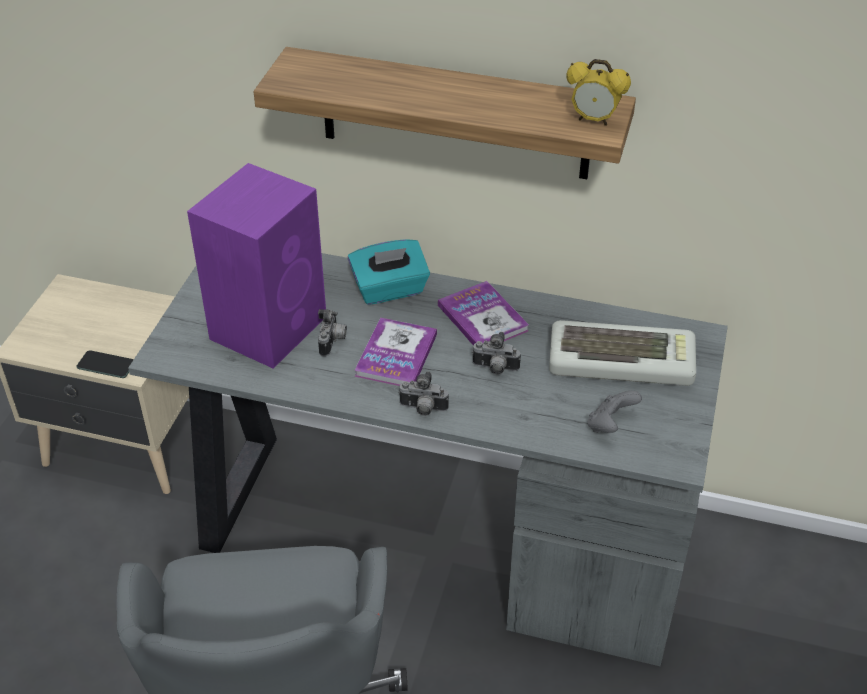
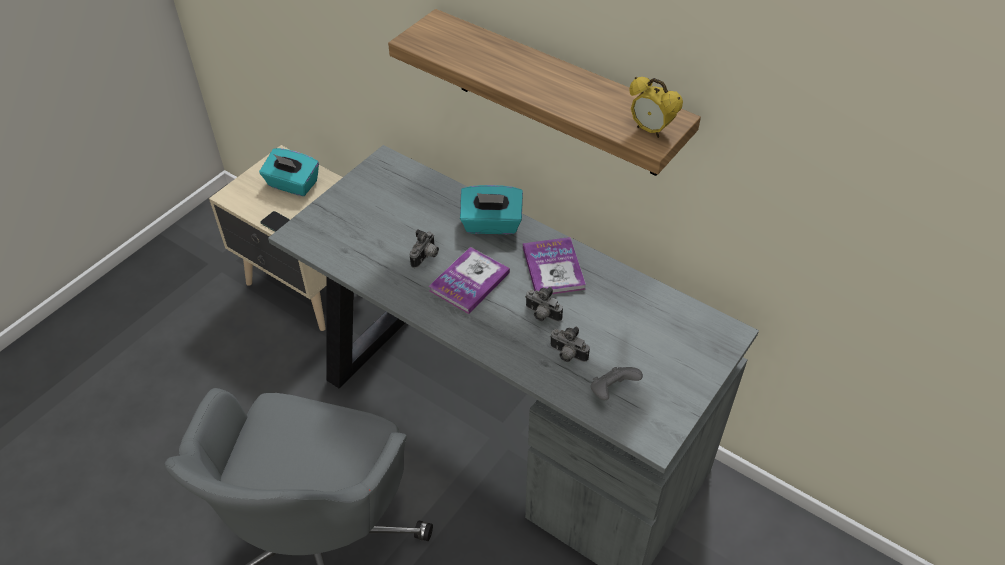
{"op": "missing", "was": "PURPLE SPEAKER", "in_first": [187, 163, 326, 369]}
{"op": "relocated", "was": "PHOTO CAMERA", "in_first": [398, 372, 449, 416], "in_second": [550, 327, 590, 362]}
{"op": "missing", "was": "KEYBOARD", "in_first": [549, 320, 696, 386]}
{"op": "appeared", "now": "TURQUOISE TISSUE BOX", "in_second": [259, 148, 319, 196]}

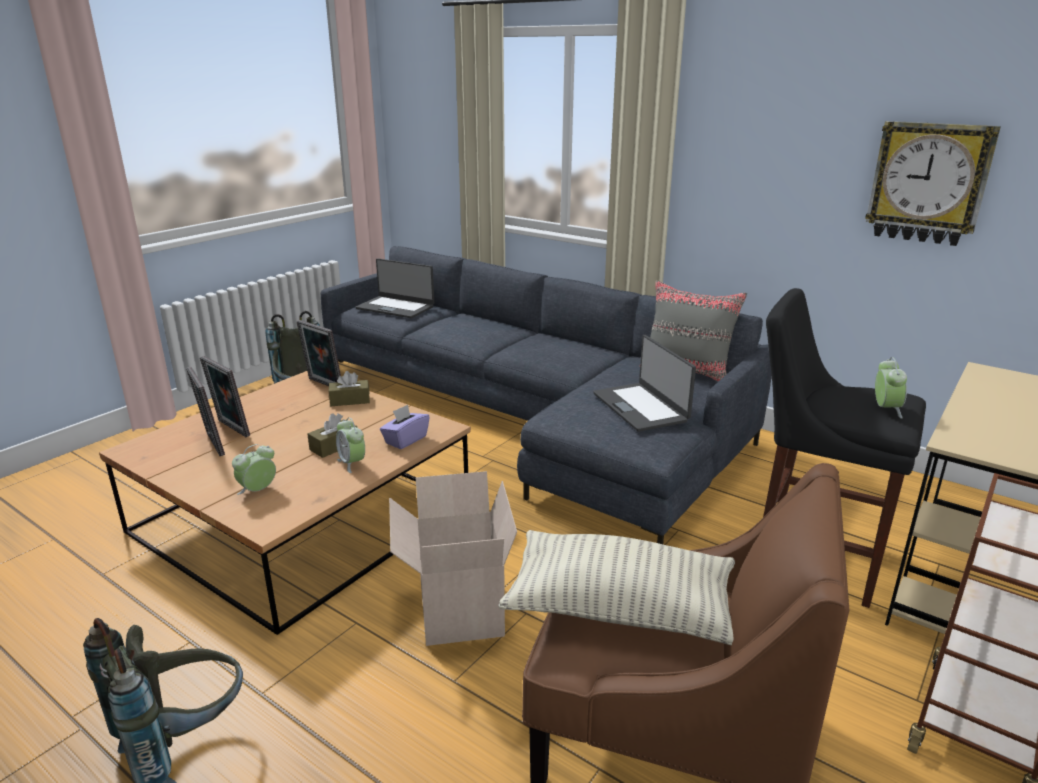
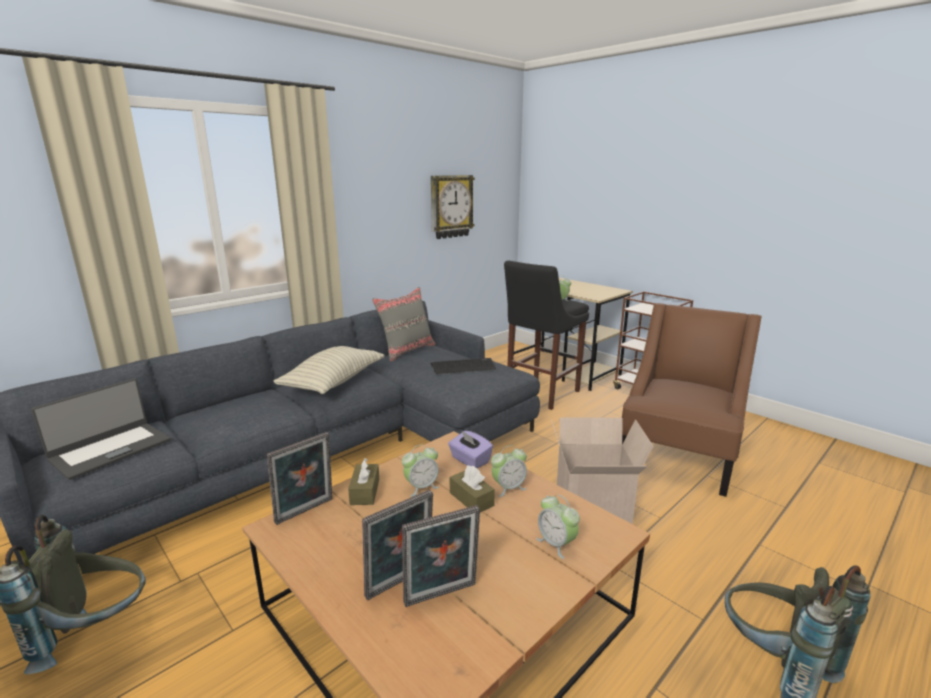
{"op": "relocated", "was": "PILLOW", "in_first": [498, 530, 735, 645], "in_second": [273, 346, 384, 394]}
{"op": "exchanged", "was": "LAPTOP", "now": "KEYBOARD", "in_first": [593, 335, 696, 432], "in_second": [431, 358, 496, 374]}
{"op": "appeared", "now": "ALARM CLOCK", "in_second": [402, 445, 439, 497]}

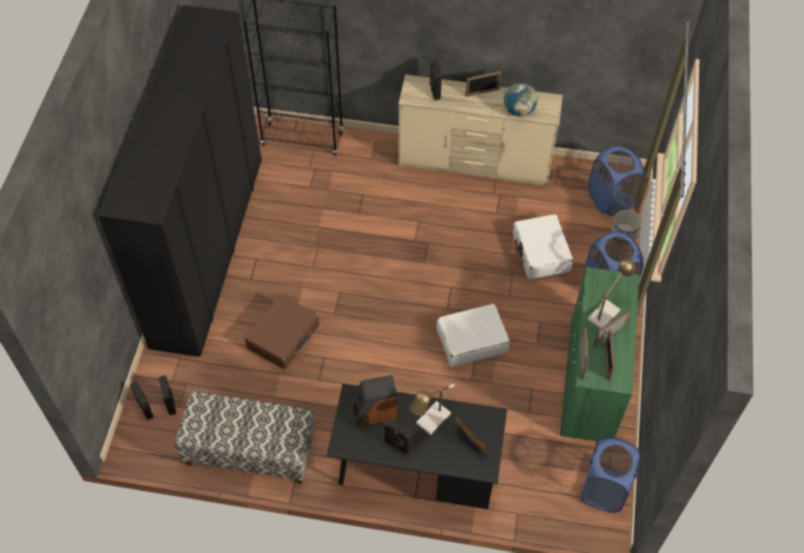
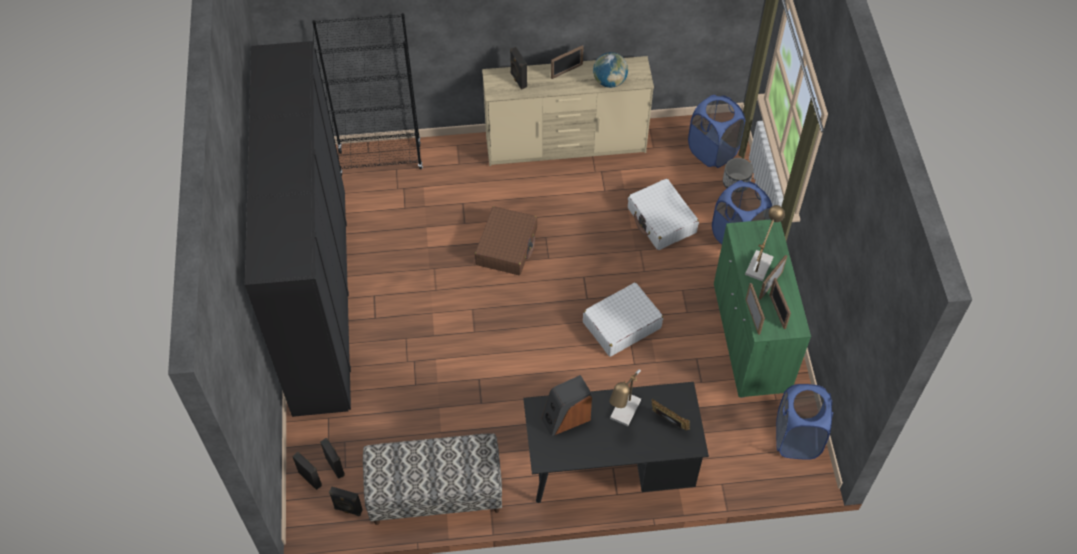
{"op": "relocated", "was": "BROWN SUITCASE", "in_first": [245, 294, 319, 369], "in_second": [475, 206, 537, 275]}
{"op": "relocated", "was": "BLACK SPEAKER", "in_first": [384, 418, 413, 455], "in_second": [329, 487, 363, 516]}

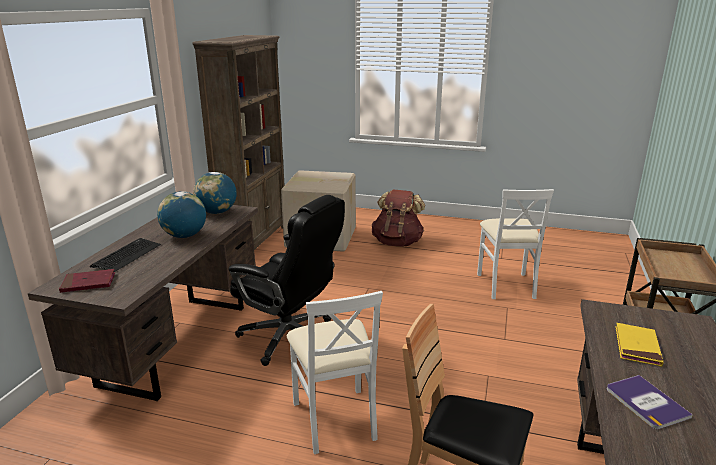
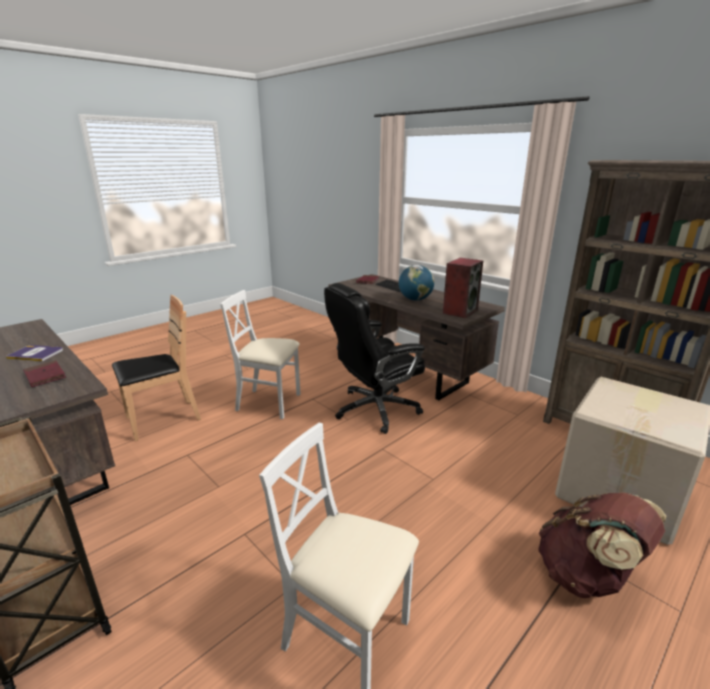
{"op": "exchanged", "was": "GLOBE", "now": "SPEAKER", "in_first": [193, 172, 237, 214], "in_second": [443, 258, 483, 318]}
{"op": "colour", "was": "YELLOW BOOK", "now": "RED BOOK", "in_first": [615, 323, 664, 366], "in_second": [23, 360, 66, 387]}

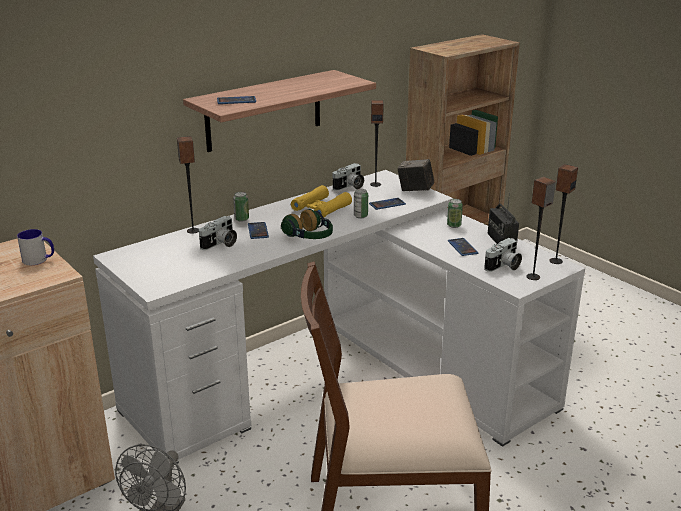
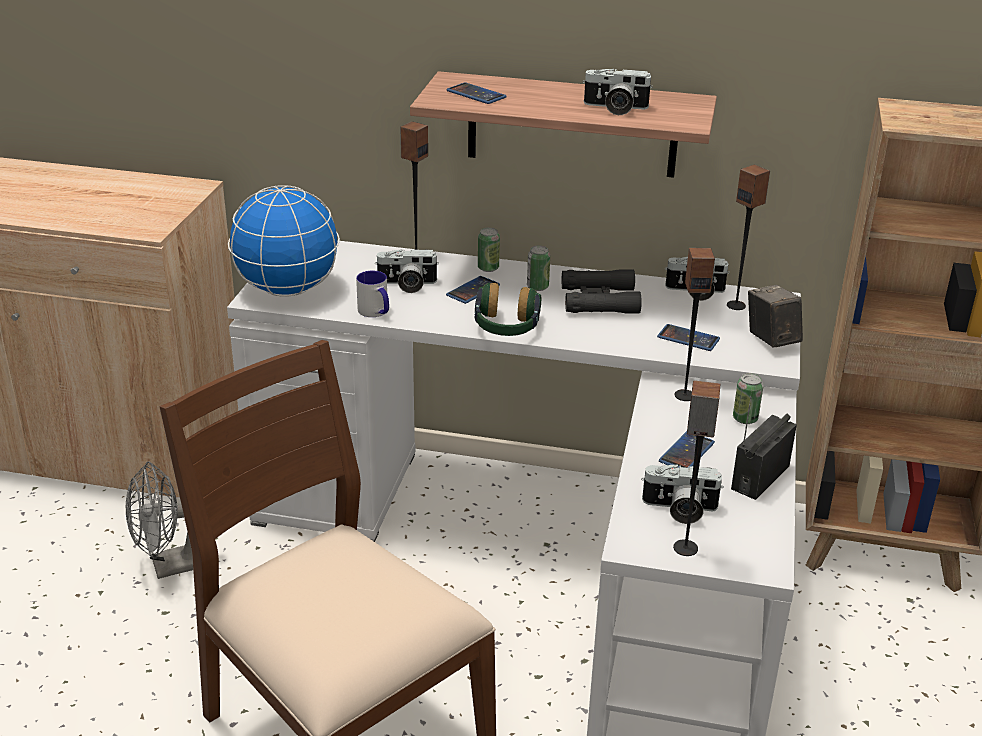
{"op": "relocated", "was": "MUG", "in_first": [17, 229, 54, 265], "in_second": [356, 271, 389, 317]}
{"op": "colour", "was": "YELLOW BINOCULARS", "now": "BLACK BINOCULARS", "in_first": [291, 185, 352, 218], "in_second": [562, 269, 642, 314]}
{"op": "relocated", "was": "CAN", "in_first": [354, 189, 368, 218], "in_second": [527, 246, 550, 291]}
{"op": "relocated", "was": "SPEAKER", "in_first": [549, 164, 578, 264], "in_second": [675, 248, 715, 401]}
{"op": "appeared", "now": "GLOBE", "in_second": [228, 185, 340, 296]}
{"op": "appeared", "now": "PHOTO CAMERA", "in_second": [583, 69, 653, 115]}

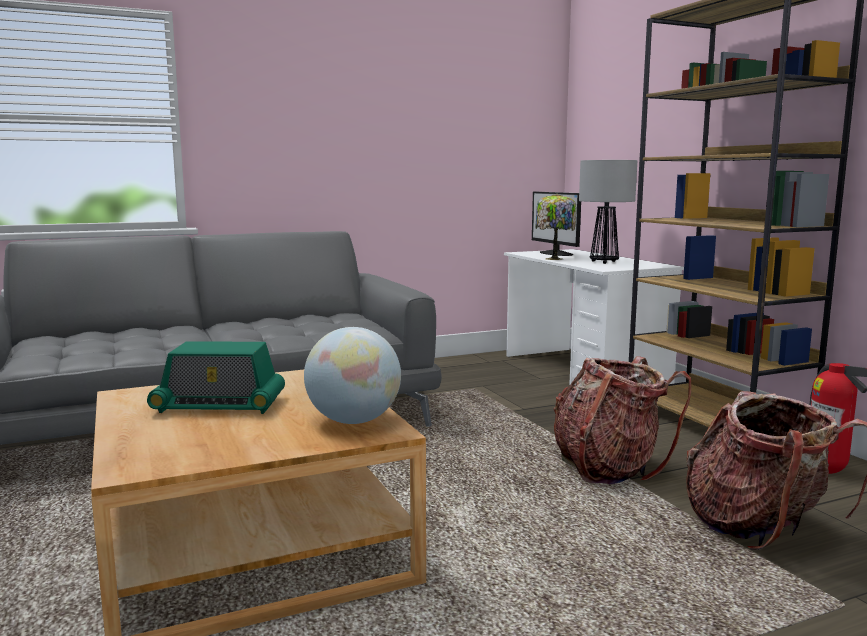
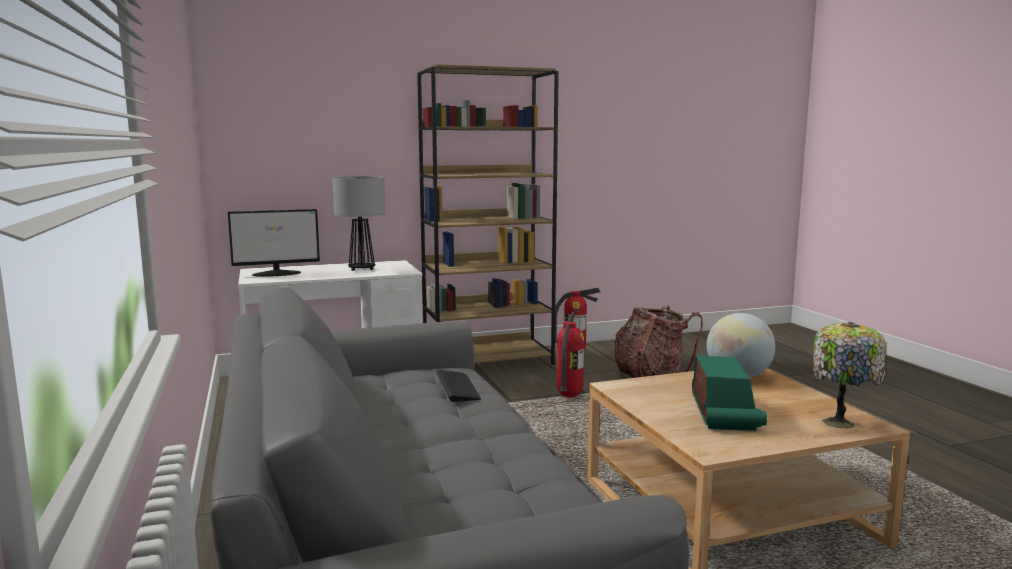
{"op": "relocated", "was": "TABLE LAMP", "in_first": [535, 194, 577, 260], "in_second": [813, 322, 885, 429]}
{"op": "exchanged", "was": "BACKPACK", "now": "FIRE EXTINGUISHER", "in_first": [554, 356, 691, 484], "in_second": [556, 312, 584, 398]}
{"op": "appeared", "now": "KEYBOARD", "in_second": [437, 370, 481, 402]}

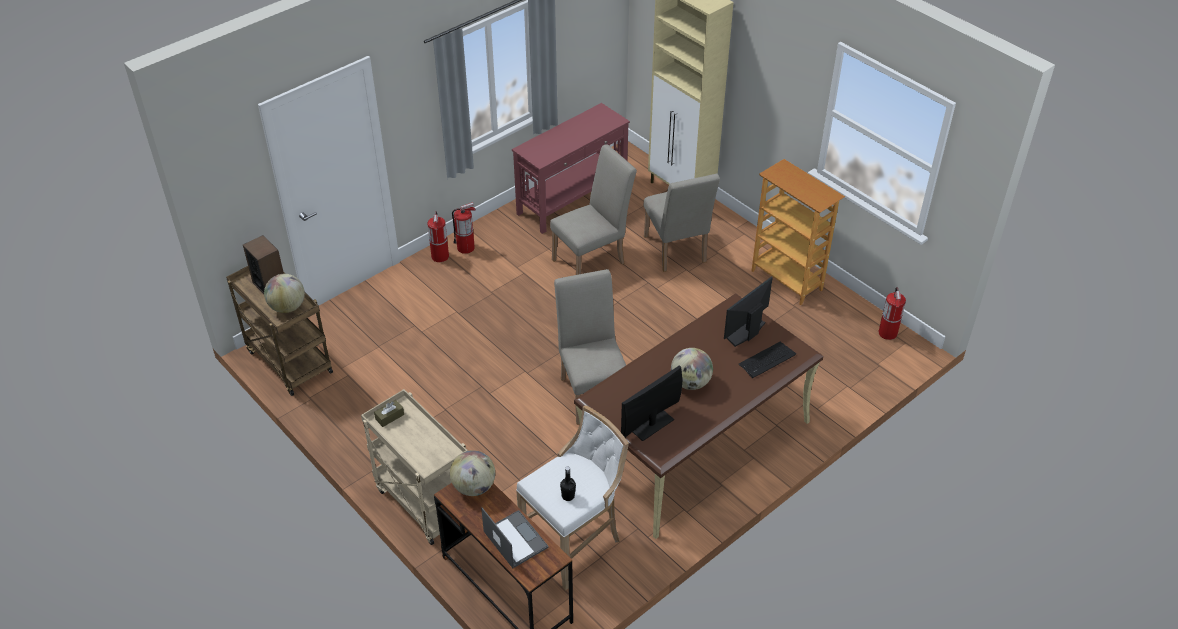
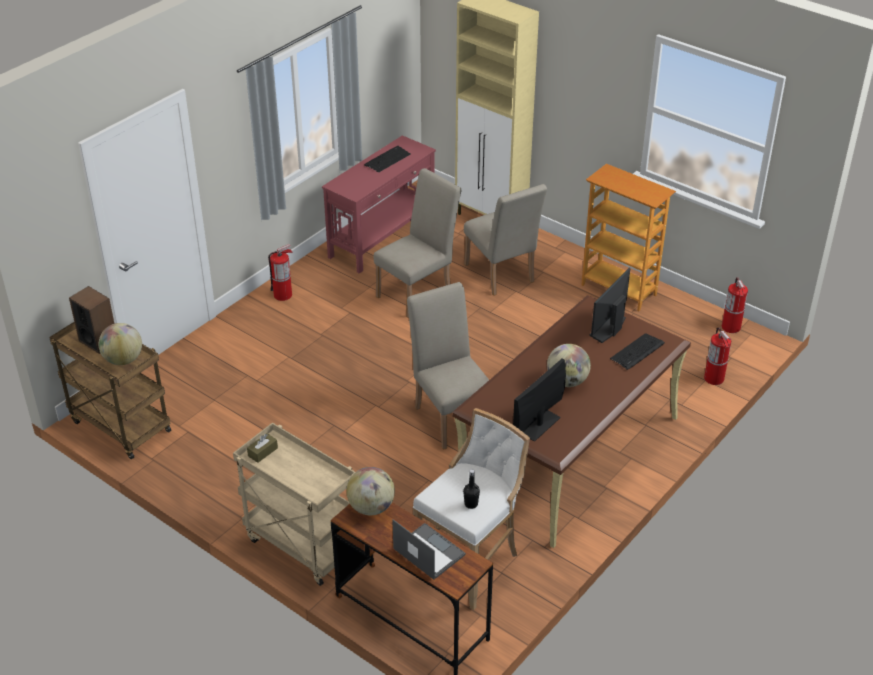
{"op": "relocated", "was": "FIRE EXTINGUISHER", "in_first": [427, 211, 449, 262], "in_second": [704, 327, 731, 385]}
{"op": "appeared", "now": "KEYBOARD", "in_second": [364, 146, 411, 172]}

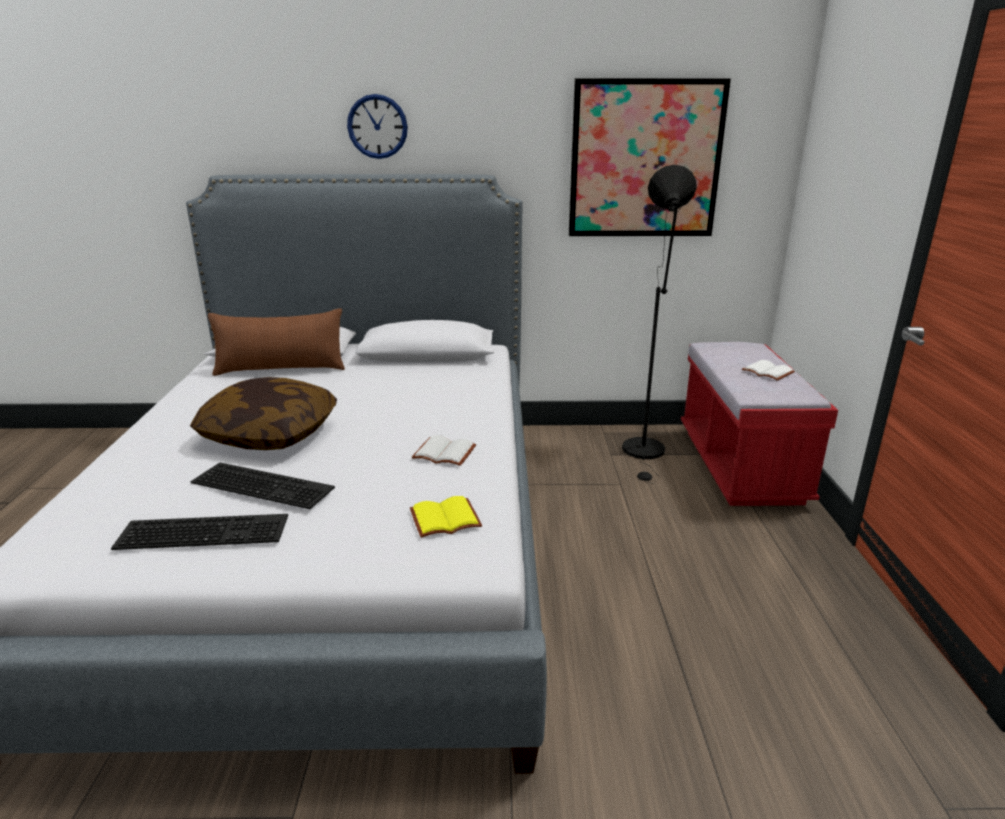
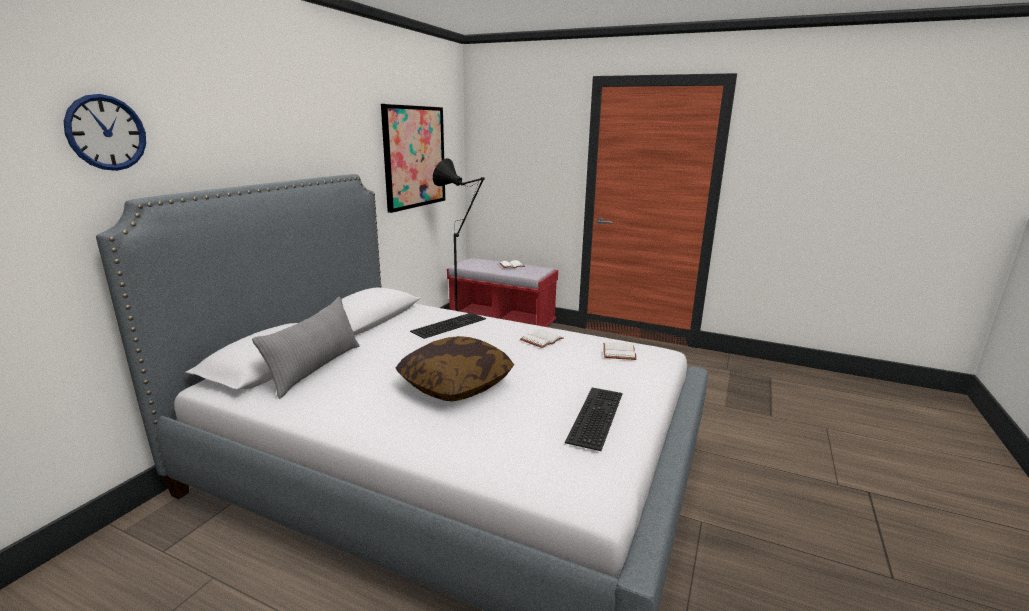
{"op": "relocated", "was": "KEYBOARD", "in_first": [190, 463, 335, 509], "in_second": [410, 313, 486, 339]}
{"op": "colour", "was": "BROWN PILLOW", "now": "GREY PILLOW", "in_first": [208, 308, 345, 376], "in_second": [252, 297, 360, 399]}
{"op": "relocated", "was": "WALL CLOCK", "in_first": [347, 94, 408, 159], "in_second": [64, 94, 146, 171]}
{"op": "colour", "was": "YELLOW BOOK", "now": "WHITE BOOK", "in_first": [410, 496, 482, 538], "in_second": [603, 342, 636, 360]}

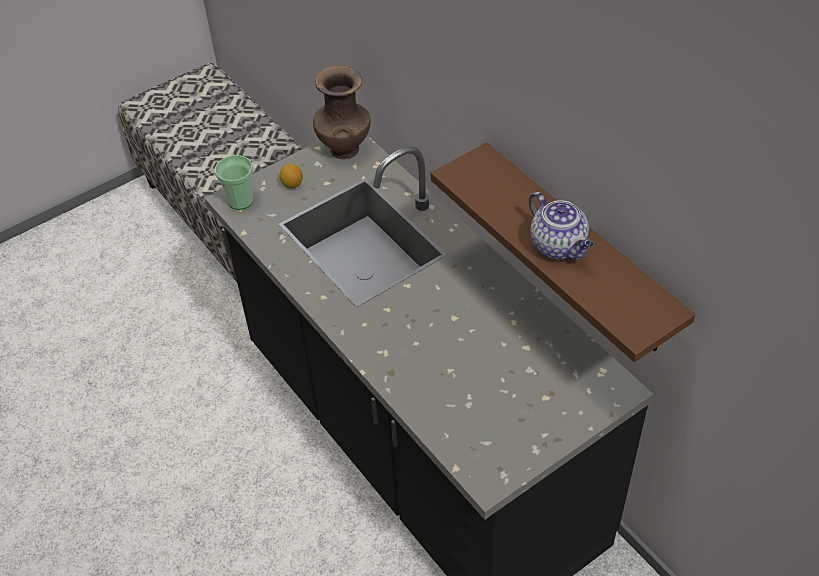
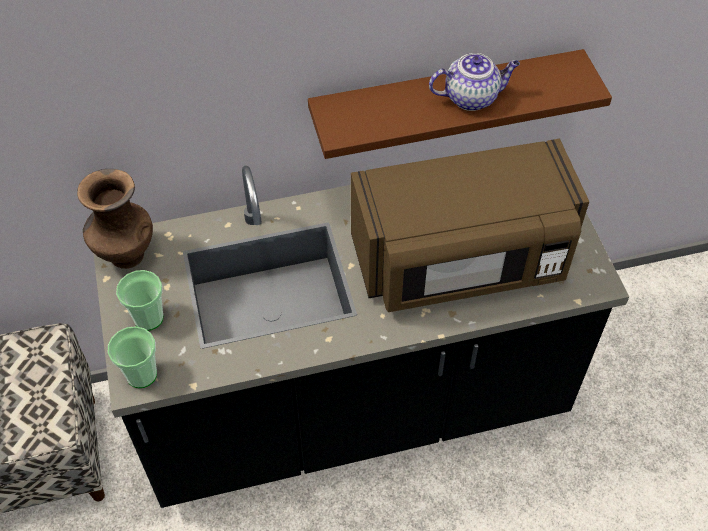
{"op": "exchanged", "was": "LEMON", "now": "CUP", "in_first": [280, 164, 303, 189], "in_second": [116, 270, 163, 331]}
{"op": "appeared", "now": "BROWN MICROWAVE", "in_second": [351, 139, 589, 312]}

